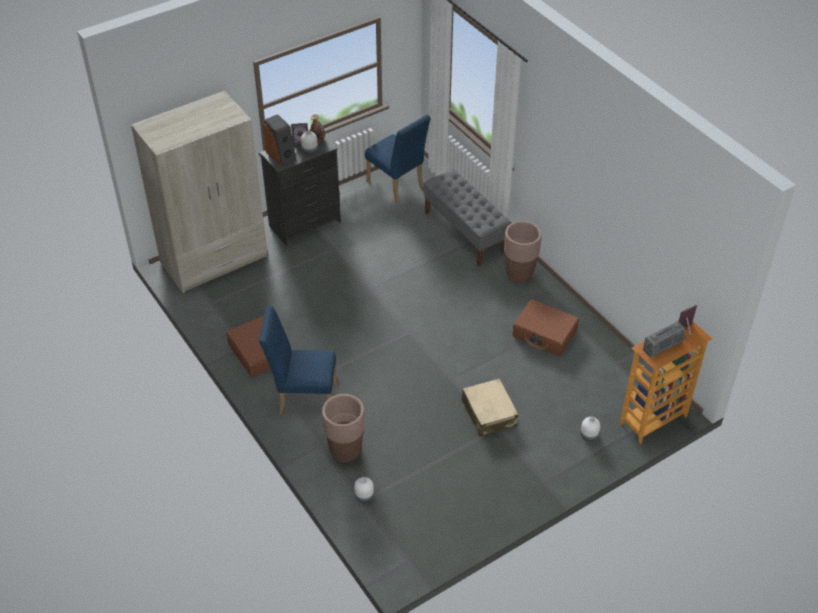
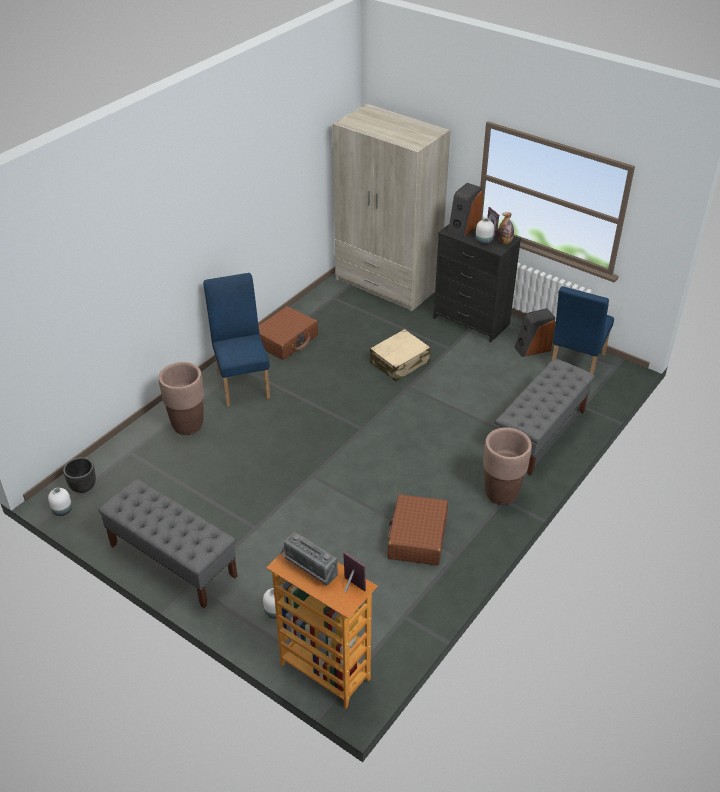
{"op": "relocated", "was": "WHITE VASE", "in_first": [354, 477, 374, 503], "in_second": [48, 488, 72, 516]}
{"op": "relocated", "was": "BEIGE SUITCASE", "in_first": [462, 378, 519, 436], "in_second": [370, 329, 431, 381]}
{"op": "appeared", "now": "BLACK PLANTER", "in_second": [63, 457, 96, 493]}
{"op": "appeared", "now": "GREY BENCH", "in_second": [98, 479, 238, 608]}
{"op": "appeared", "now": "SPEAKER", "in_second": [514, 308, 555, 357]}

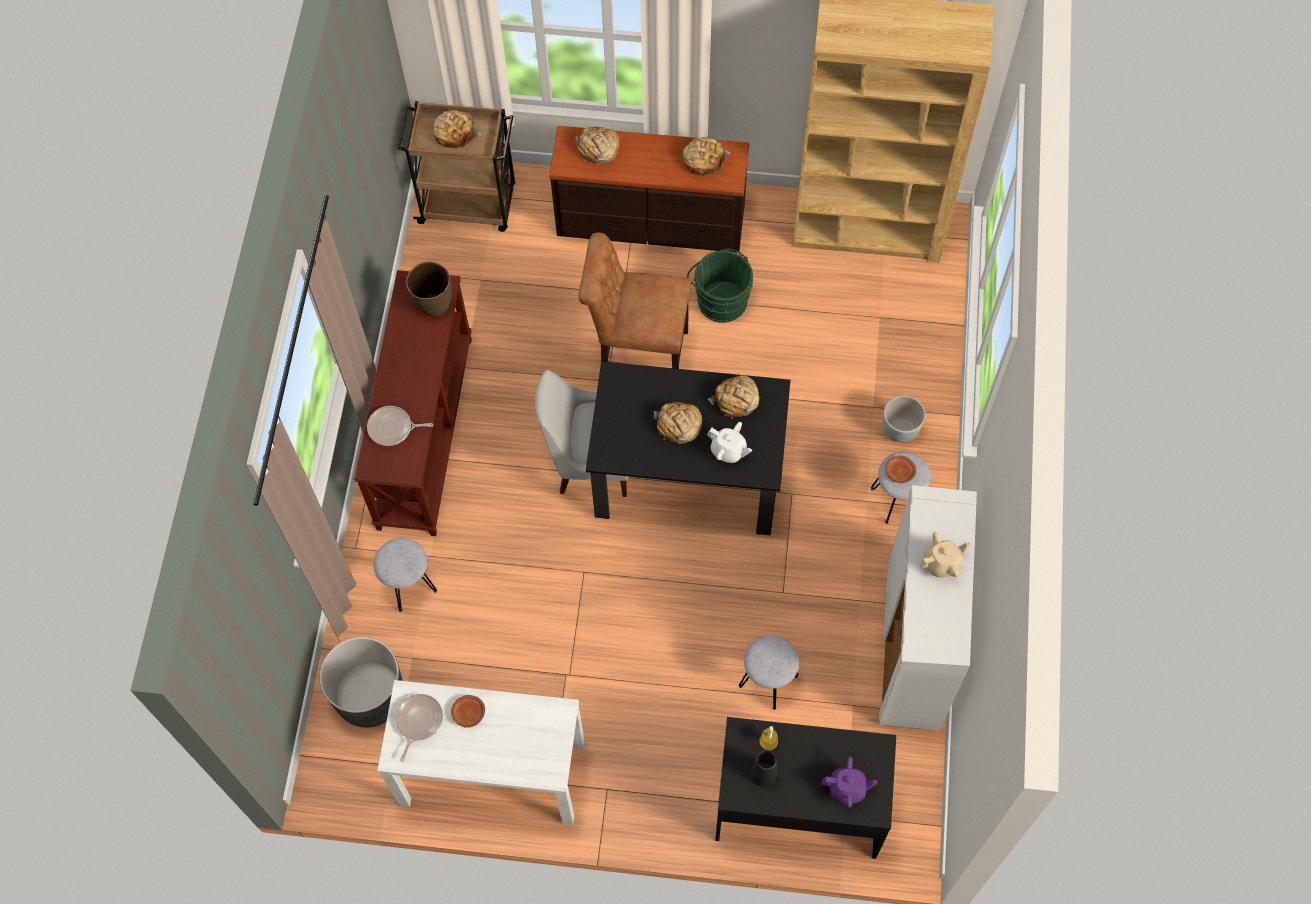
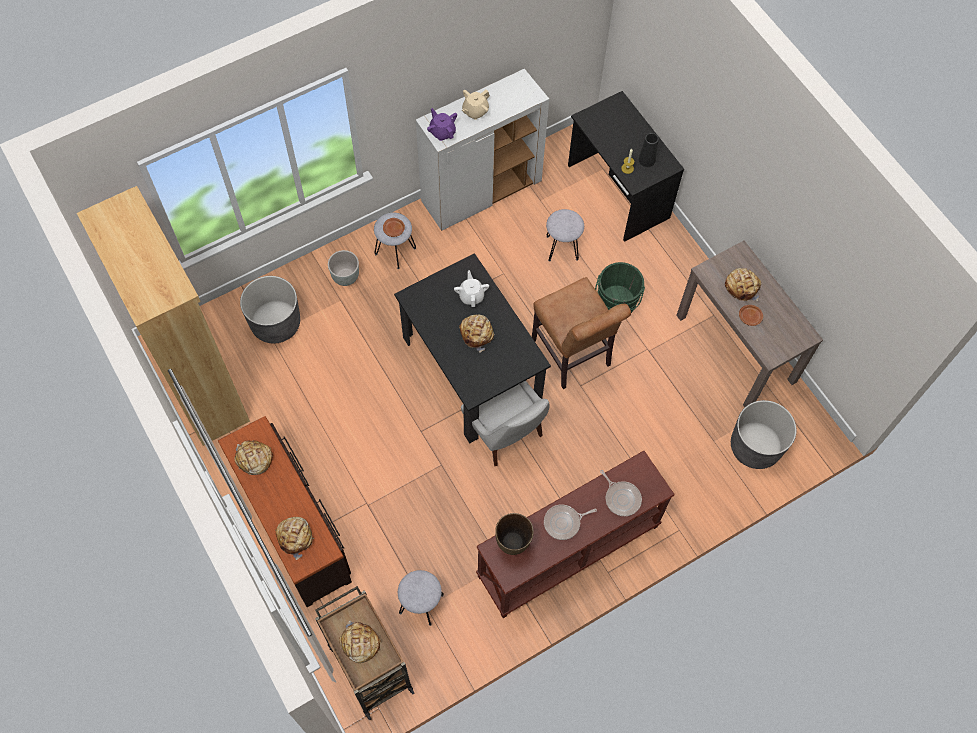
{"op": "relocated", "was": "GREY STOOL", "in_first": [373, 538, 437, 612], "in_second": [398, 570, 444, 626]}
{"op": "colour", "was": "WHITE CONSOLE TABLE", "now": "BROWN CONSOLE TABLE", "in_first": [377, 680, 585, 825], "in_second": [676, 241, 823, 407]}
{"op": "relocated", "was": "FRYING PAN", "in_first": [395, 694, 443, 762], "in_second": [544, 504, 597, 540]}
{"op": "relocated", "was": "BROWN CHAIR", "in_first": [579, 233, 691, 369], "in_second": [532, 277, 631, 389]}
{"op": "relocated", "was": "GREEN BUCKET", "in_first": [687, 249, 753, 323], "in_second": [595, 262, 645, 313]}
{"op": "relocated", "was": "BREAD", "in_first": [708, 375, 759, 419], "in_second": [725, 268, 761, 301]}
{"op": "relocated", "was": "PURPLE TEAPOT", "in_first": [822, 757, 877, 807], "in_second": [427, 108, 457, 141]}
{"op": "spun", "was": "BEIGE TEAPOT", "in_first": [919, 532, 970, 578], "in_second": [462, 90, 490, 120], "clockwise": -75}
{"op": "appeared", "now": "GREY PLANTER", "in_second": [240, 276, 300, 344]}

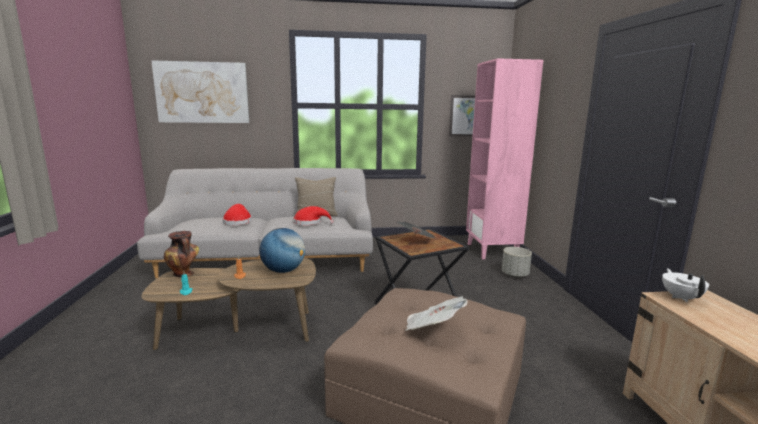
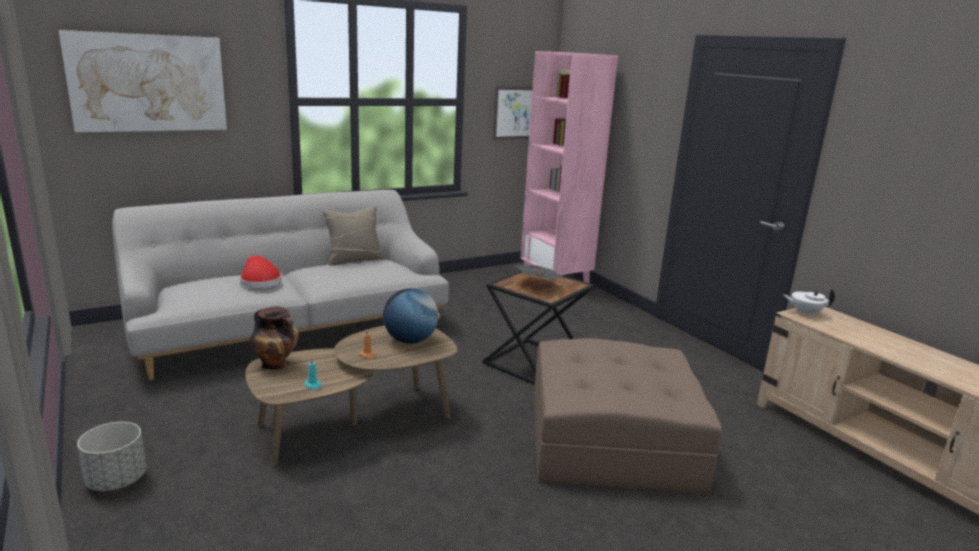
{"op": "missing", "was": "RED HAT", "in_first": [293, 206, 334, 225]}
{"op": "missing", "was": "NEWSPAPER", "in_first": [406, 296, 468, 331]}
{"op": "relocated", "was": "GREY PLANTER", "in_first": [502, 247, 532, 277], "in_second": [77, 422, 146, 491]}
{"op": "spun", "was": "WHITE TEAPOT", "in_first": [662, 268, 709, 302], "in_second": [783, 288, 835, 316], "clockwise": -60}

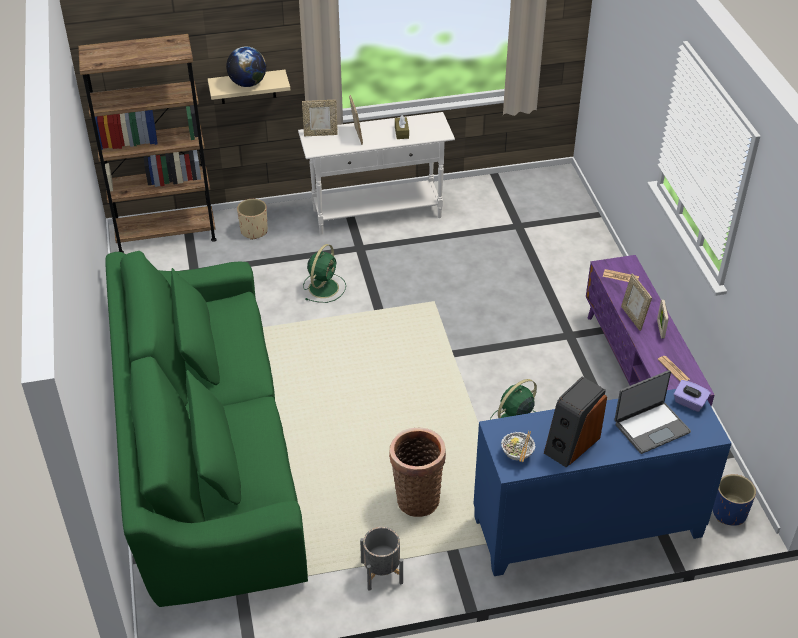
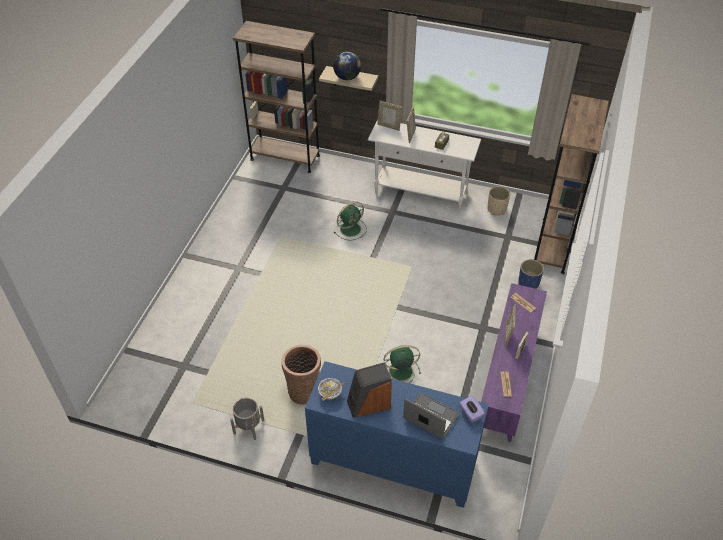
{"op": "missing", "was": "GREEN SOFA", "in_first": [105, 251, 308, 607]}
{"op": "relocated", "was": "BEIGE PLANTER", "in_first": [237, 199, 268, 240], "in_second": [487, 186, 510, 215]}
{"op": "spun", "was": "LAPTOP", "in_first": [615, 370, 691, 454], "in_second": [403, 393, 459, 439], "clockwise": -150}
{"op": "relocated", "was": "BLUE PLANTER", "in_first": [713, 474, 756, 526], "in_second": [518, 259, 544, 289]}
{"op": "appeared", "now": "BROWN BOOKCASE", "in_second": [534, 94, 609, 274]}

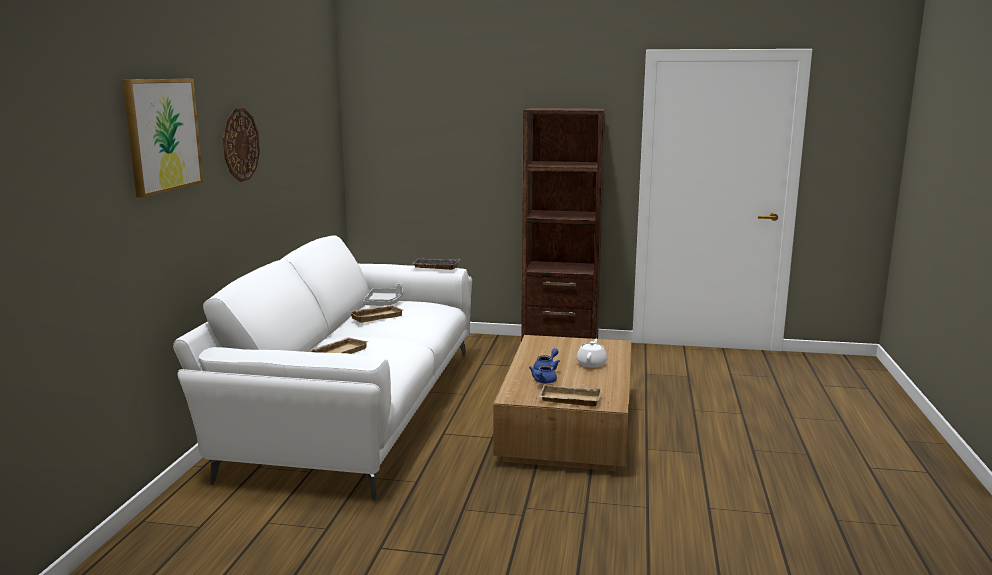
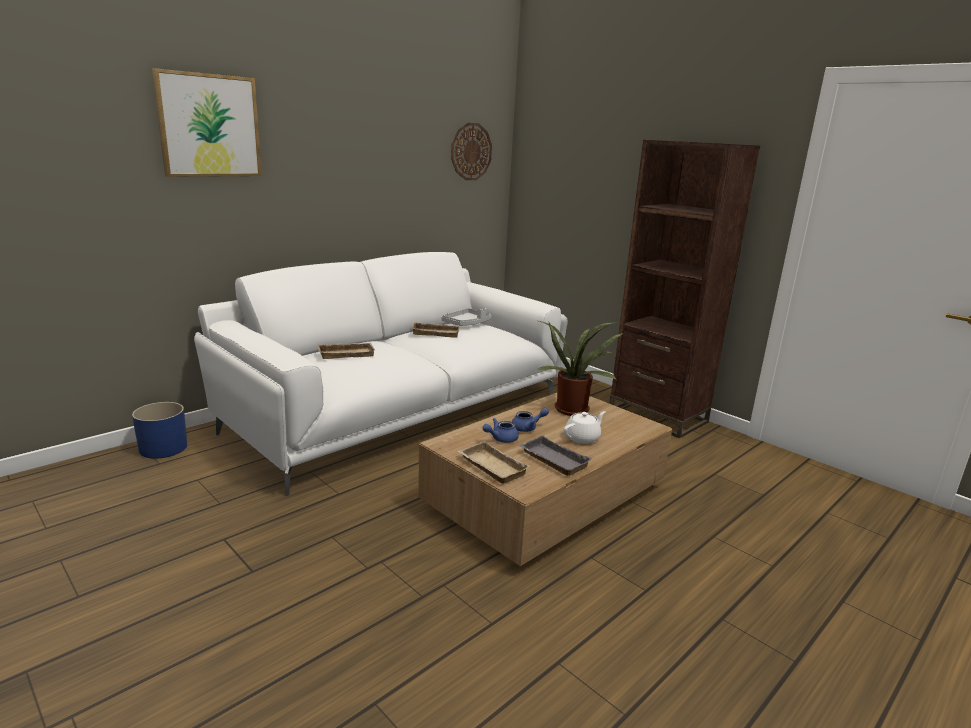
{"op": "relocated", "was": "WALL CLOCK", "in_first": [223, 108, 260, 182], "in_second": [451, 123, 492, 180]}
{"op": "relocated", "was": "GREY TRAY", "in_first": [412, 258, 460, 270], "in_second": [519, 435, 593, 476]}
{"op": "appeared", "now": "BLUE PLANTER", "in_second": [132, 402, 187, 459]}
{"op": "appeared", "now": "POTTED PLANT", "in_second": [536, 320, 624, 416]}

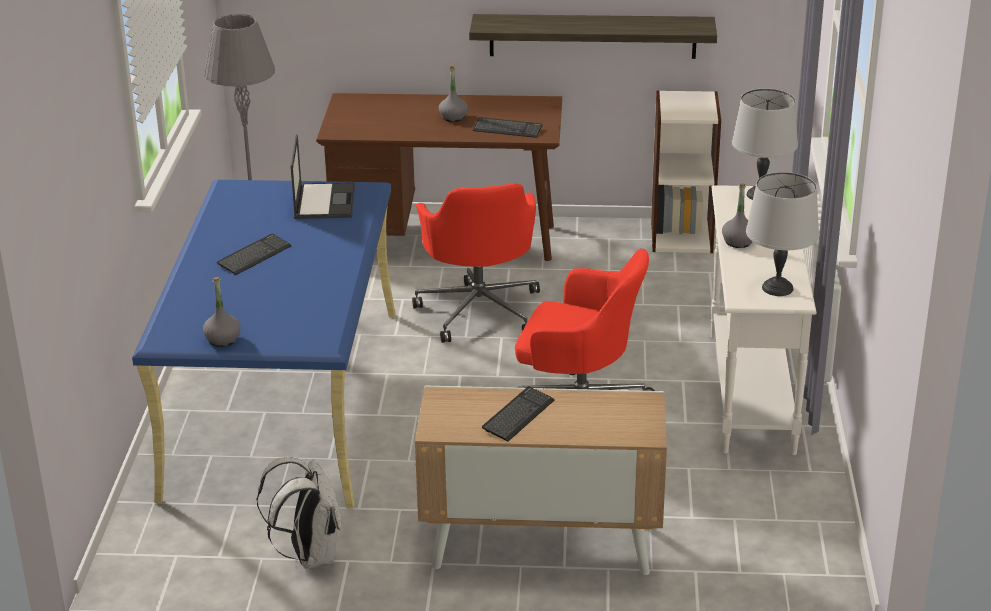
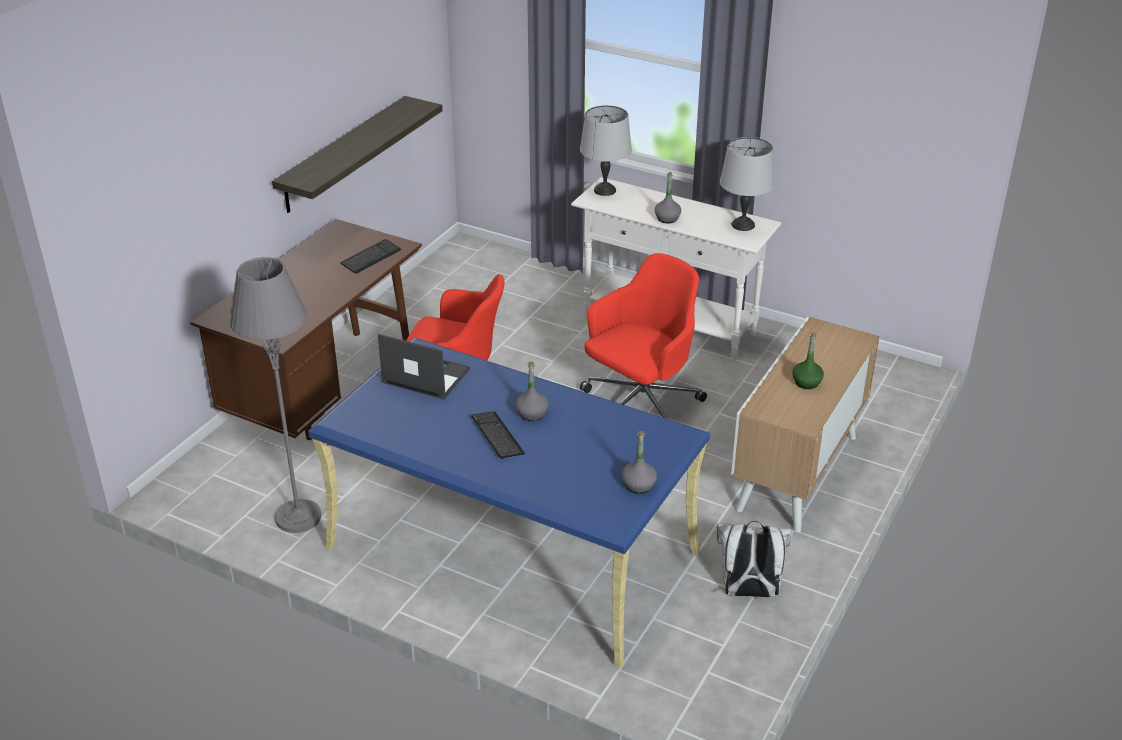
{"op": "relocated", "was": "GREY BOTTLE", "in_first": [439, 65, 468, 122], "in_second": [515, 362, 548, 421]}
{"op": "exchanged", "was": "KEYBOARD", "now": "GREEN BOTTLE", "in_first": [482, 386, 555, 441], "in_second": [792, 333, 824, 389]}
{"op": "missing", "was": "BOOKCASE", "in_first": [651, 90, 721, 253]}

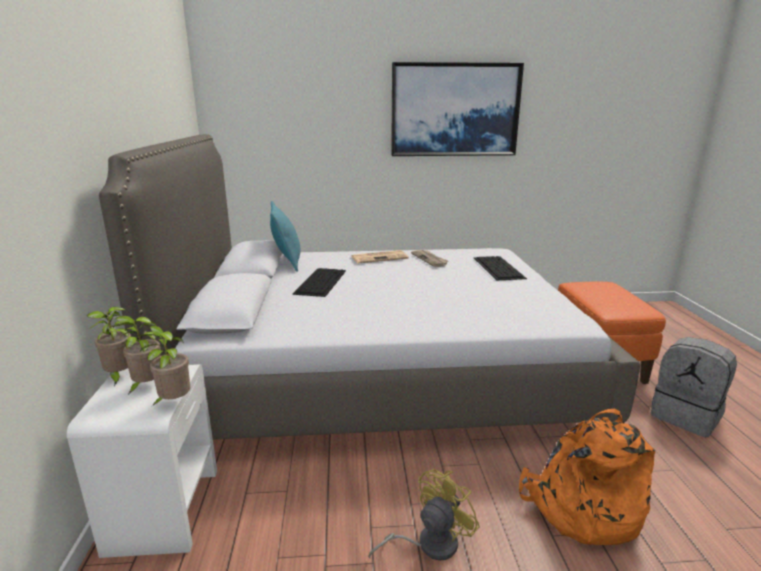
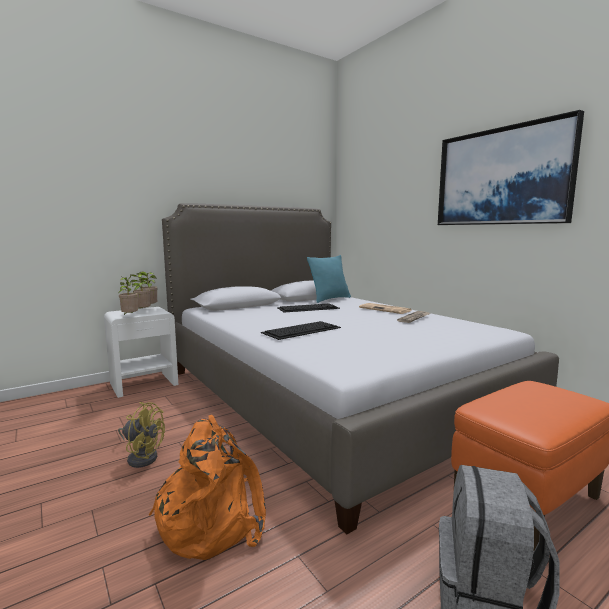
{"op": "relocated", "was": "KEYBOARD", "in_first": [474, 256, 527, 280], "in_second": [261, 321, 341, 340]}

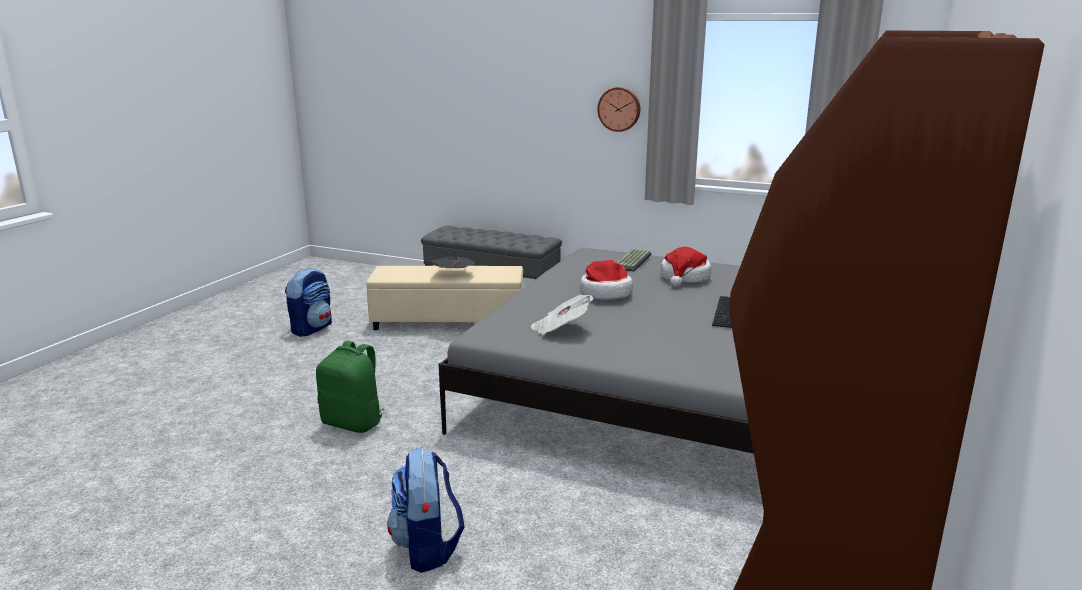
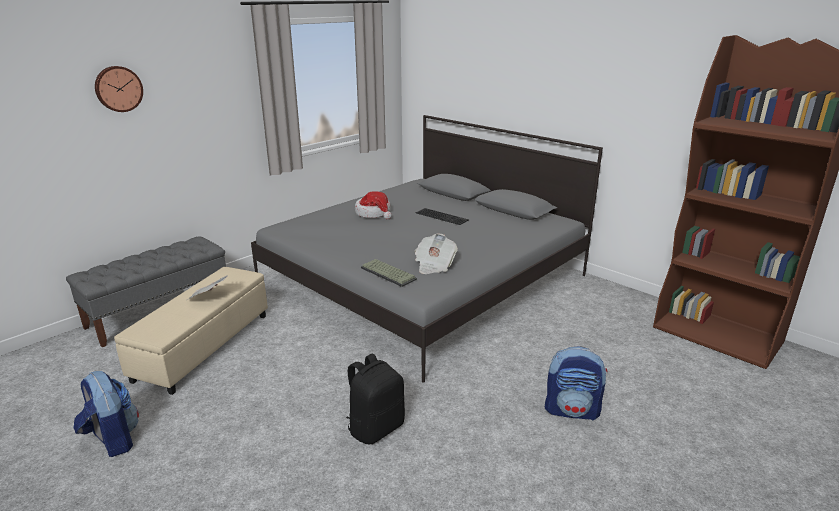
{"op": "colour", "was": "GREEN BACKPACK", "now": "BLACK BACKPACK", "in_first": [316, 341, 385, 433], "in_second": [346, 353, 405, 444]}
{"op": "missing", "was": "HAT", "in_first": [580, 260, 633, 300]}
{"op": "relocated", "was": "WALL CLOCK", "in_first": [597, 87, 640, 132], "in_second": [95, 66, 143, 112]}
{"op": "relocated", "was": "KEYBOARD", "in_first": [617, 249, 651, 271], "in_second": [361, 259, 417, 287]}

